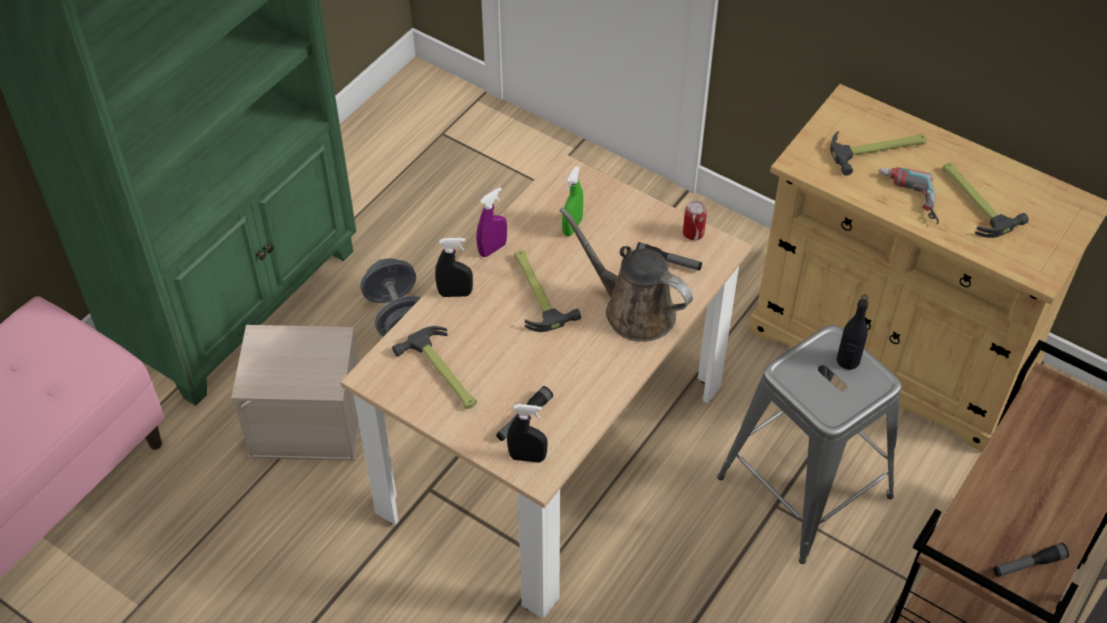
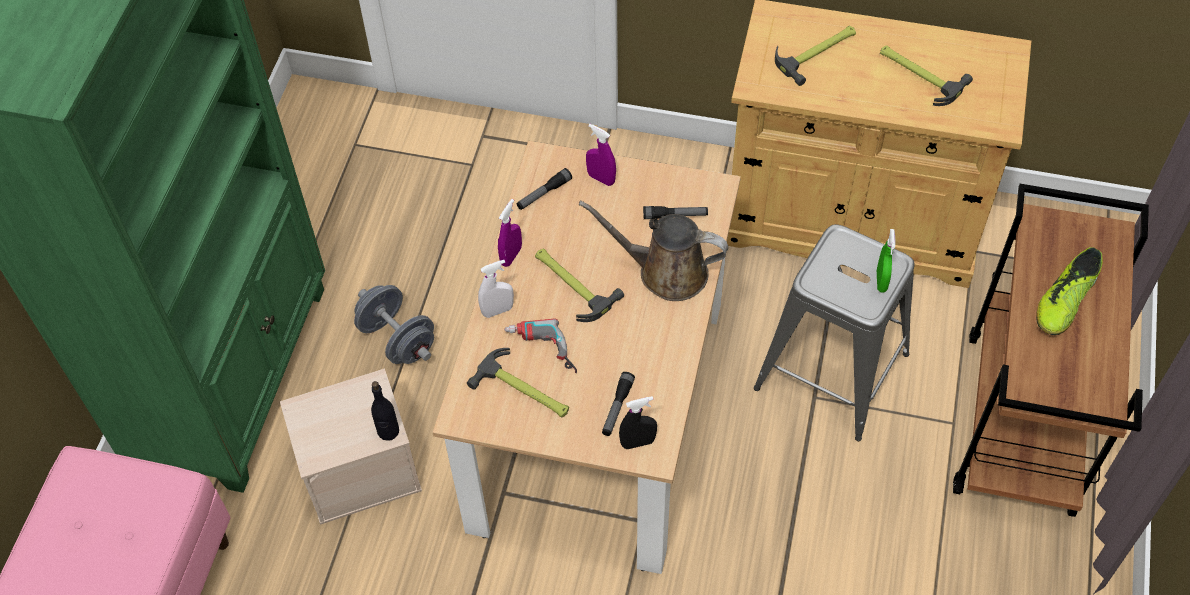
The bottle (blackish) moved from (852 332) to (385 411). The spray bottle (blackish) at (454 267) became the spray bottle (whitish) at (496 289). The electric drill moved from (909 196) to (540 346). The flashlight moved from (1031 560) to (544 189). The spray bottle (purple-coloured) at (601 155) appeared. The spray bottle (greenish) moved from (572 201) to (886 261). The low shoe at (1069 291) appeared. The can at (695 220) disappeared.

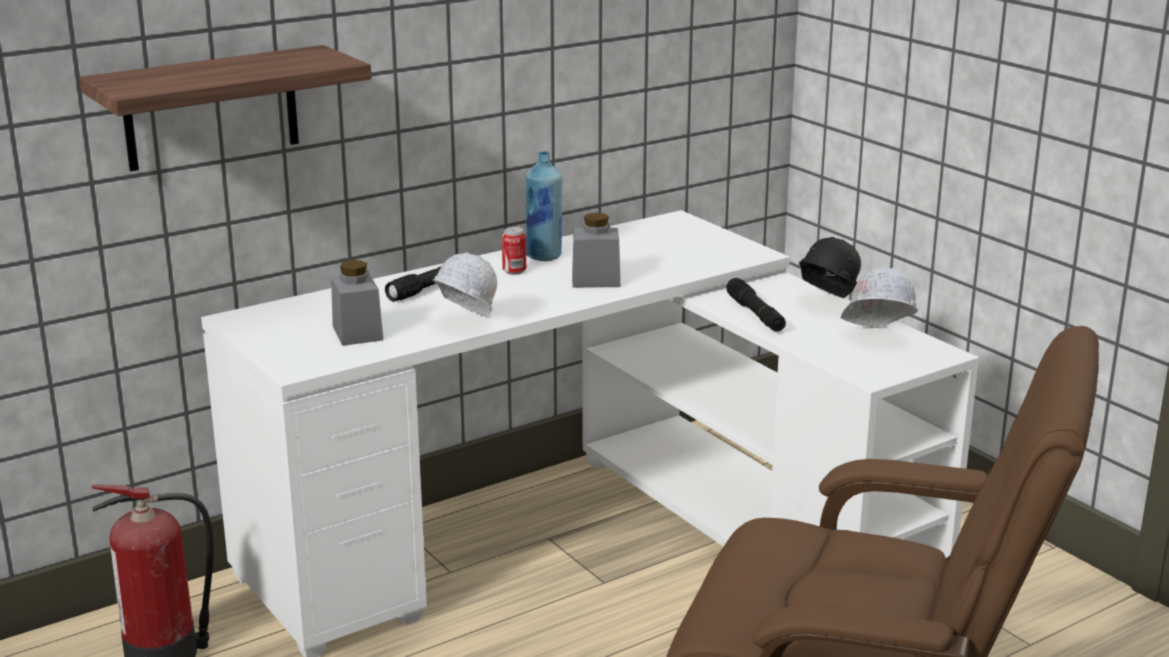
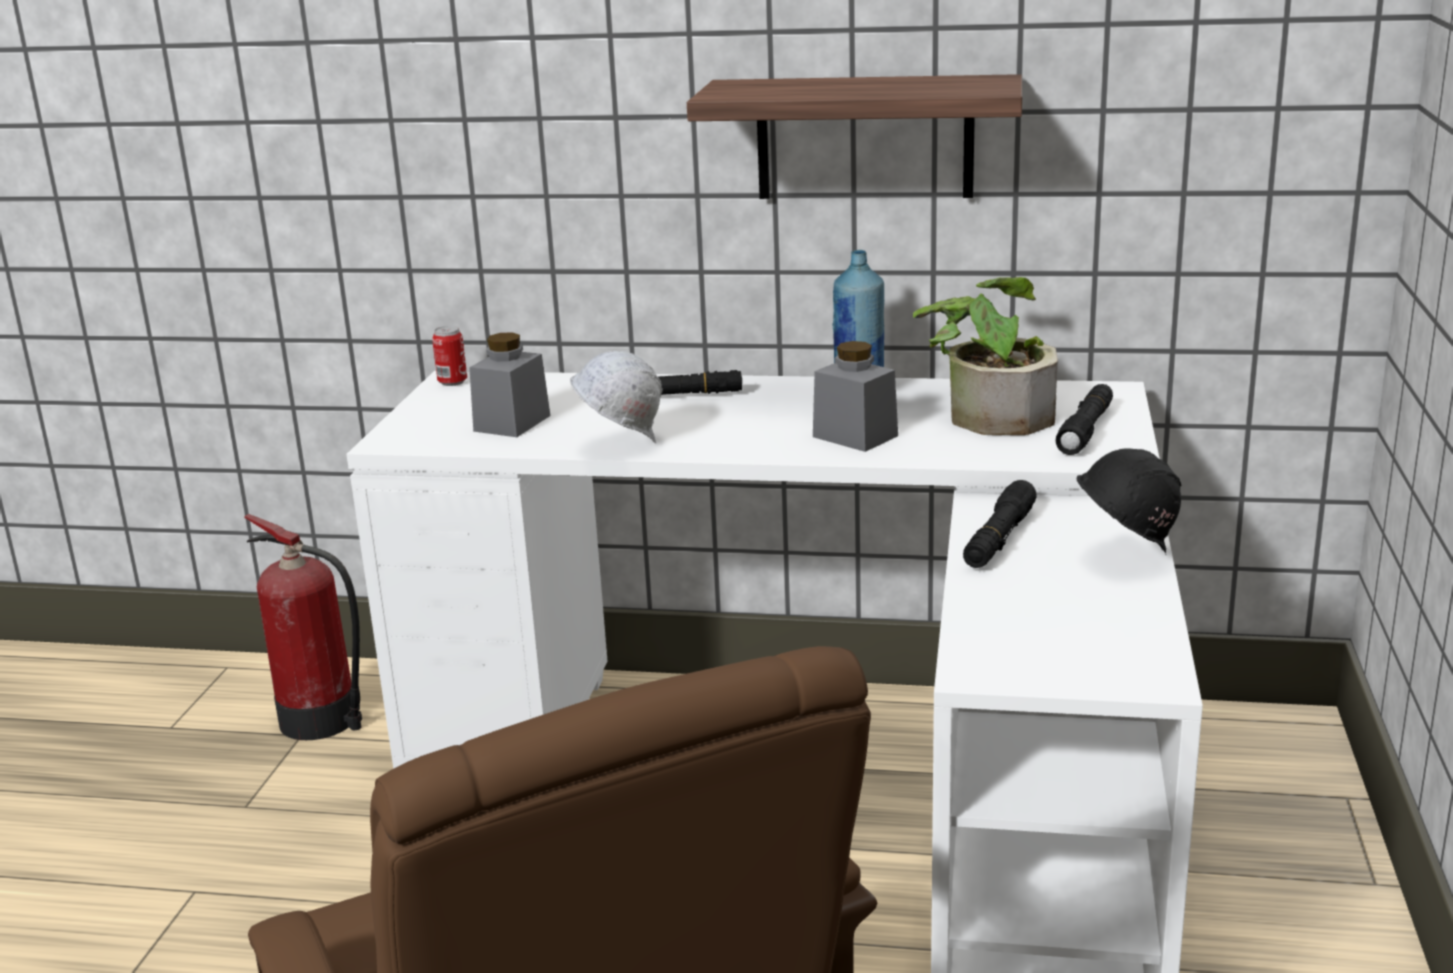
The can moved from (514 251) to (449 356). The bracket shelf moved from (225 108) to (854 136). The houseplant at (985 356) appeared. The flashlight (blackish) at (1084 419) appeared. The safety helmet (whitish) at (879 297) disappeared.

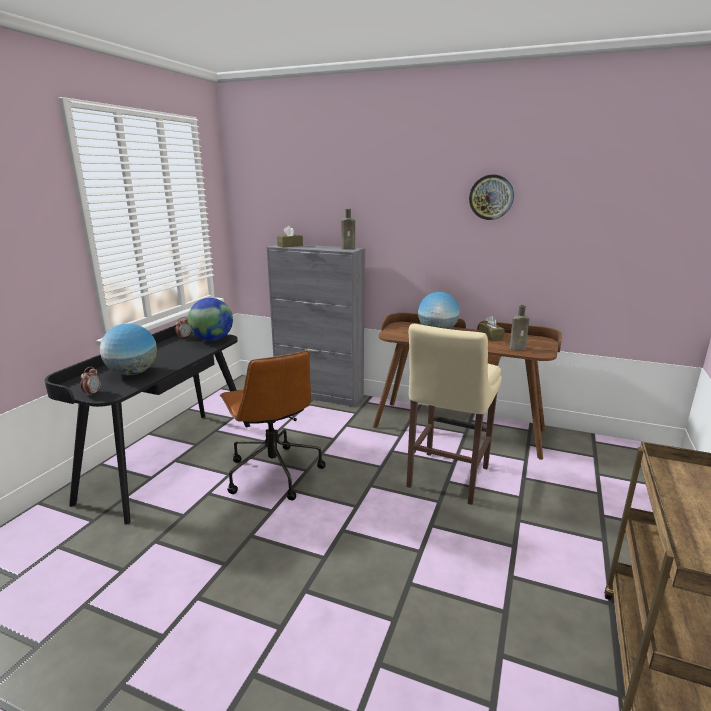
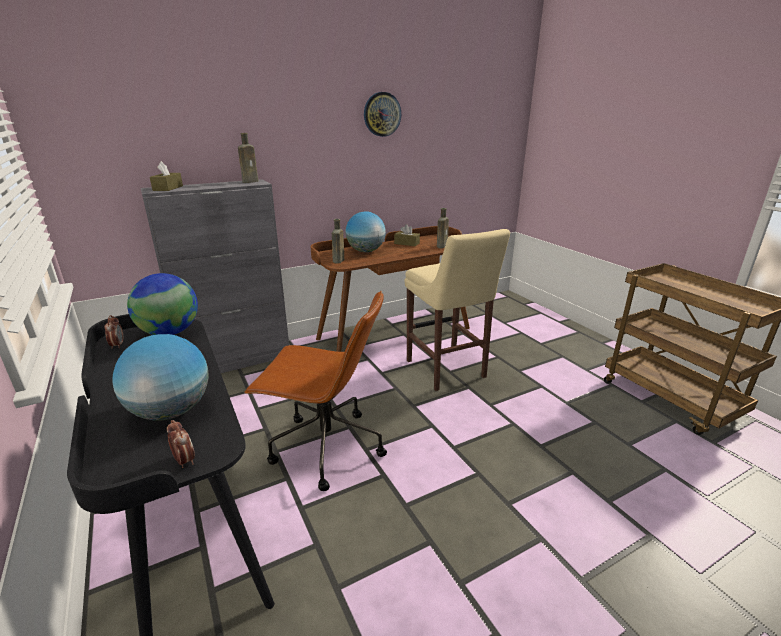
The bottle (brownish) at (338 241) appeared.

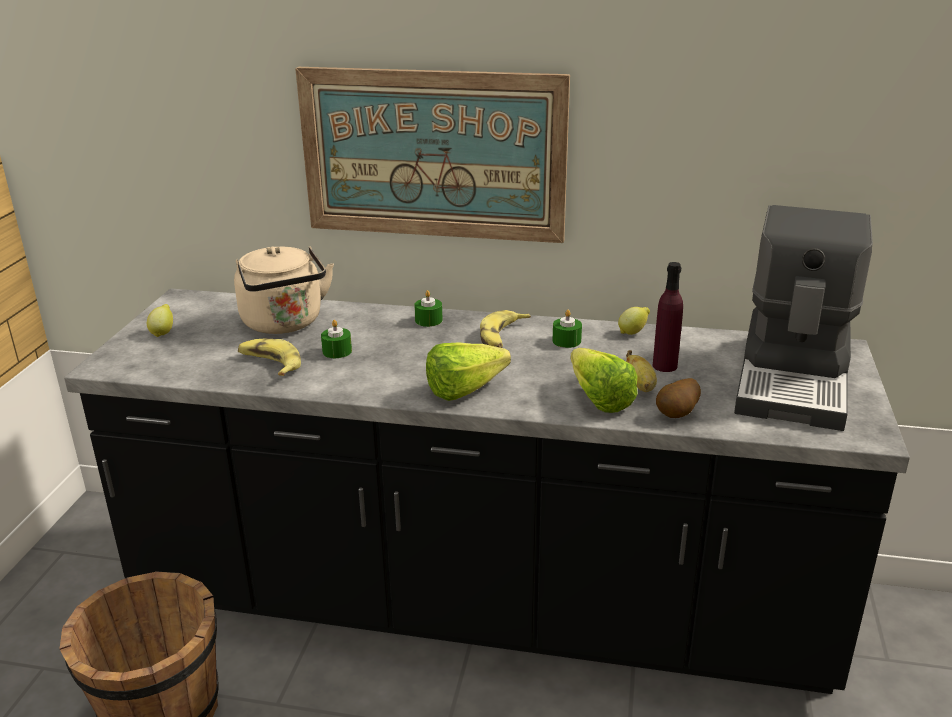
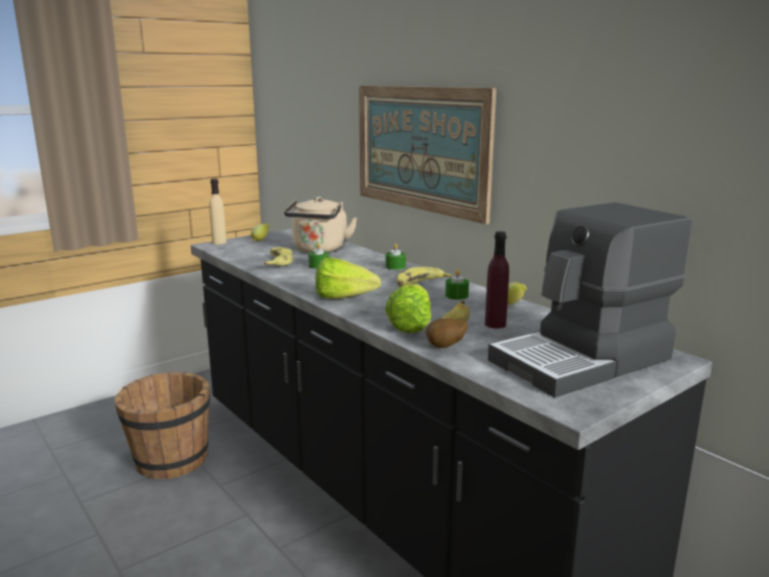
The bottle (beige-coloured) at (218 211) appeared.

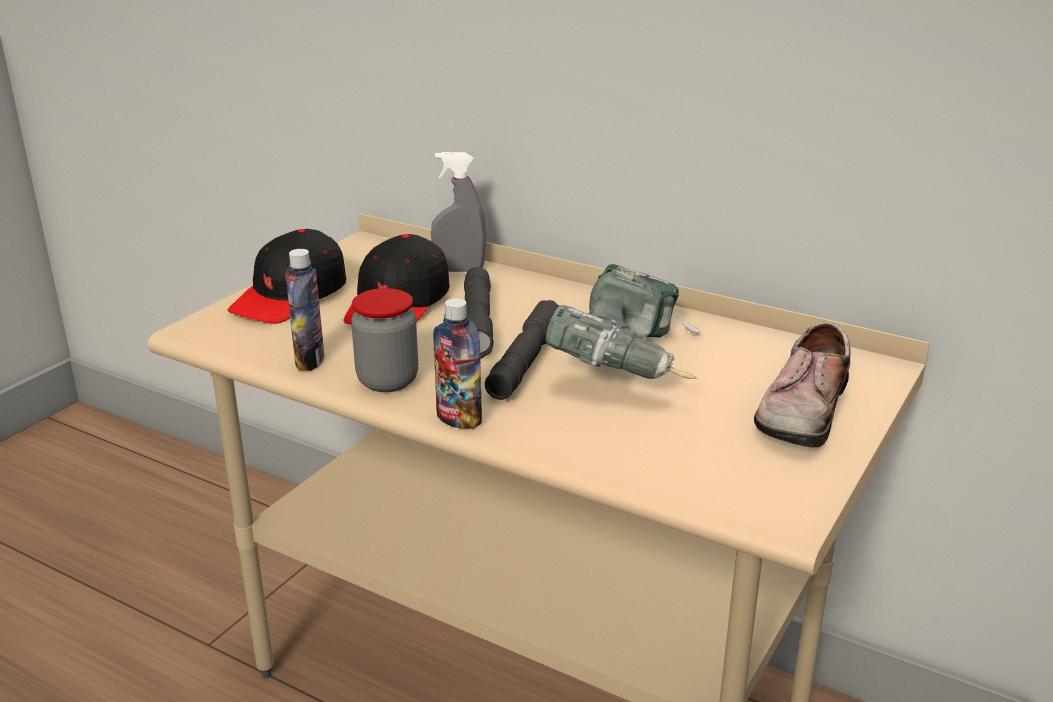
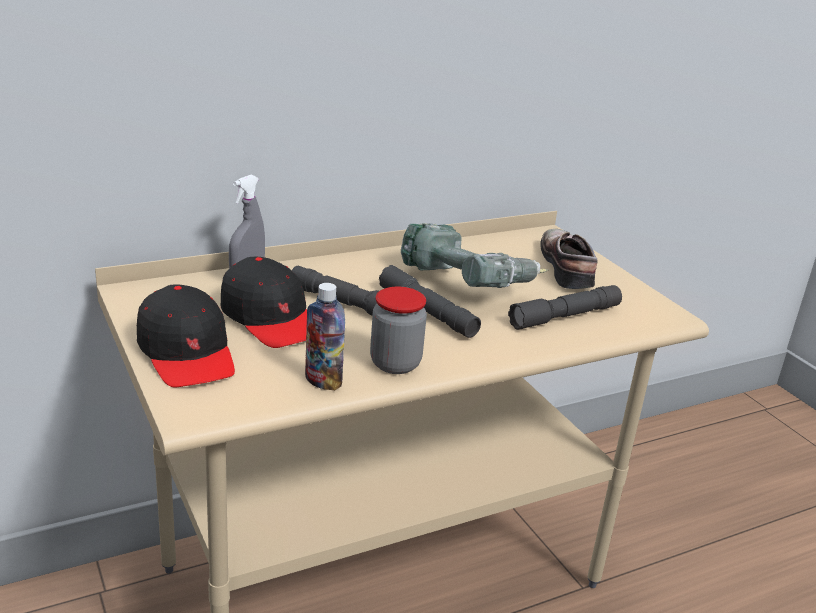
The flashlight (gray) at (565 307) appeared. The low shoe at (802 385) turned 150 degrees counterclockwise. The bottle at (457 363) disappeared.

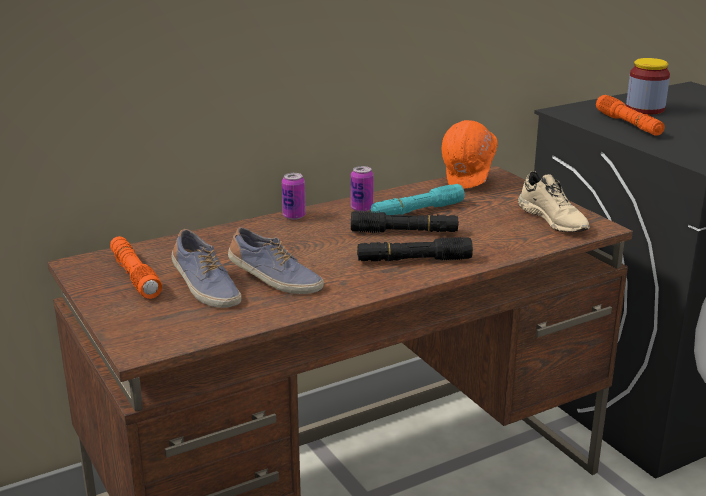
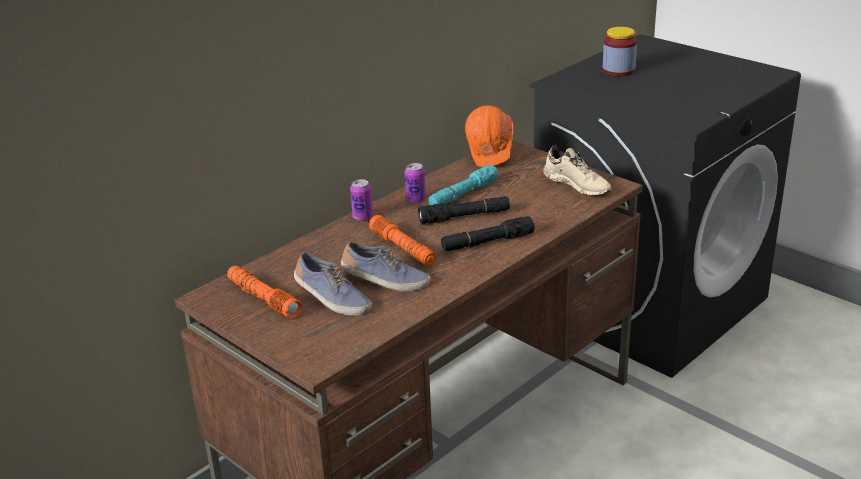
The flashlight (orange) moved from (630 115) to (402 240).

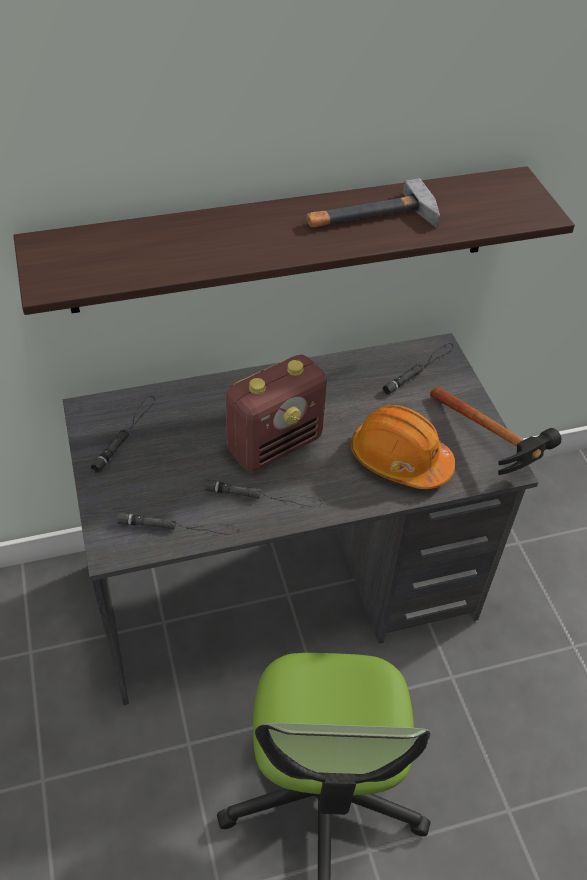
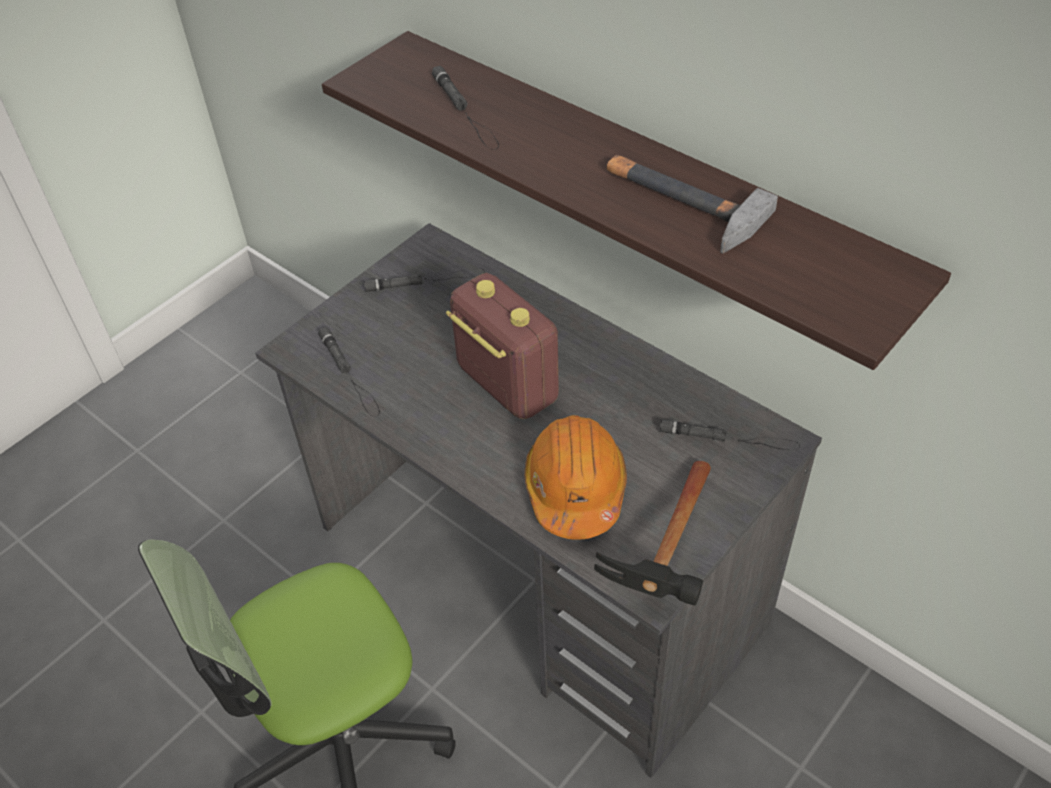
The flashlight (blackish) moved from (263 493) to (465 108). The radio at (276 412) turned 150 degrees counterclockwise.

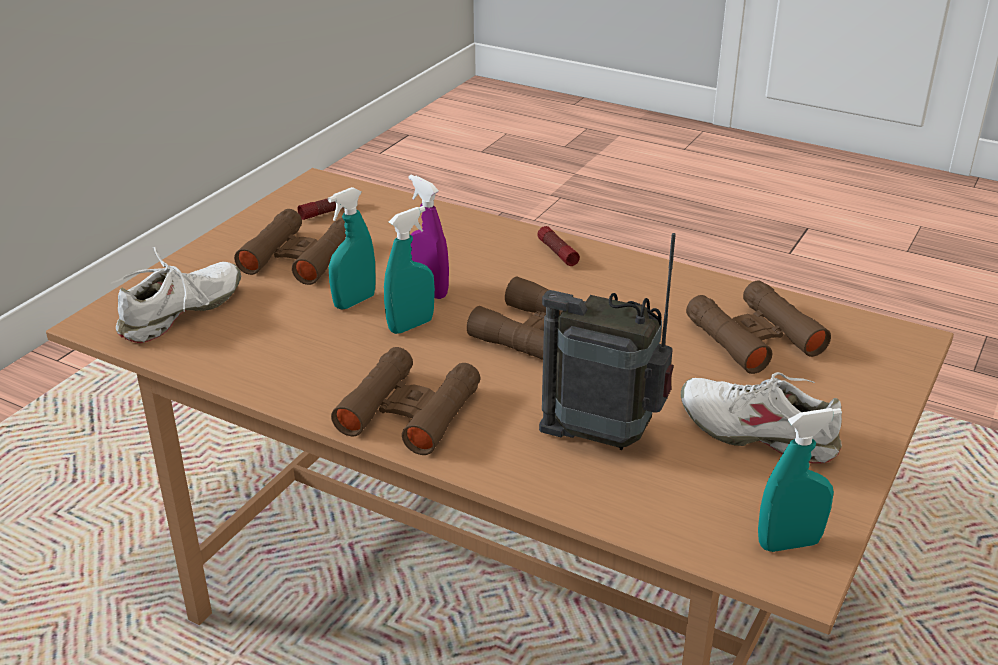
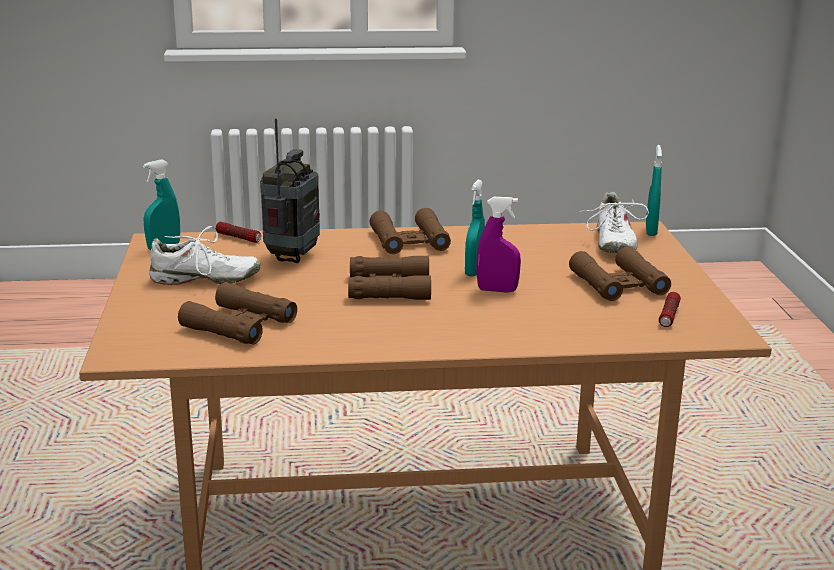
The flashlight moved from (558 246) to (238 232). The radio at (607 341) turned 60 degrees counterclockwise. The spray bottle (turquoise-coloured) moved from (351 248) to (654 190).

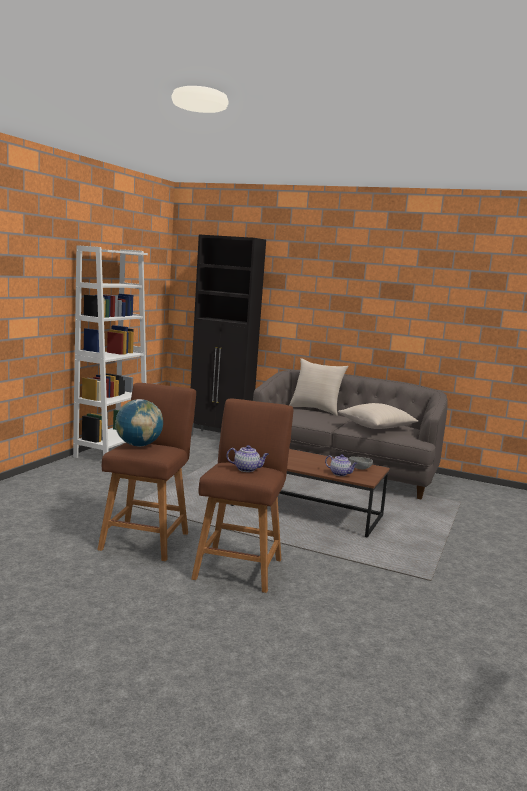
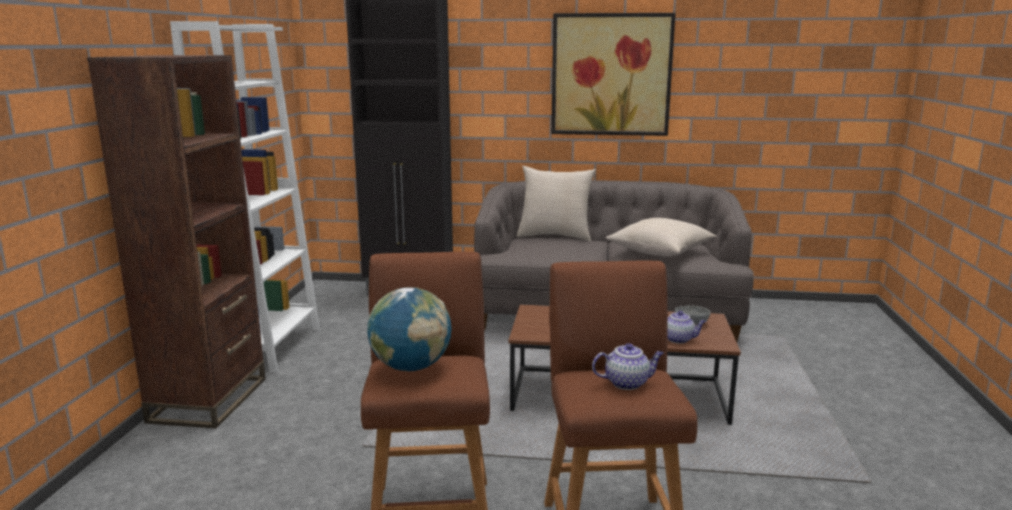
The shelving unit (brownish) at (176 241) appeared. The wall picture at (613 74) appeared.

